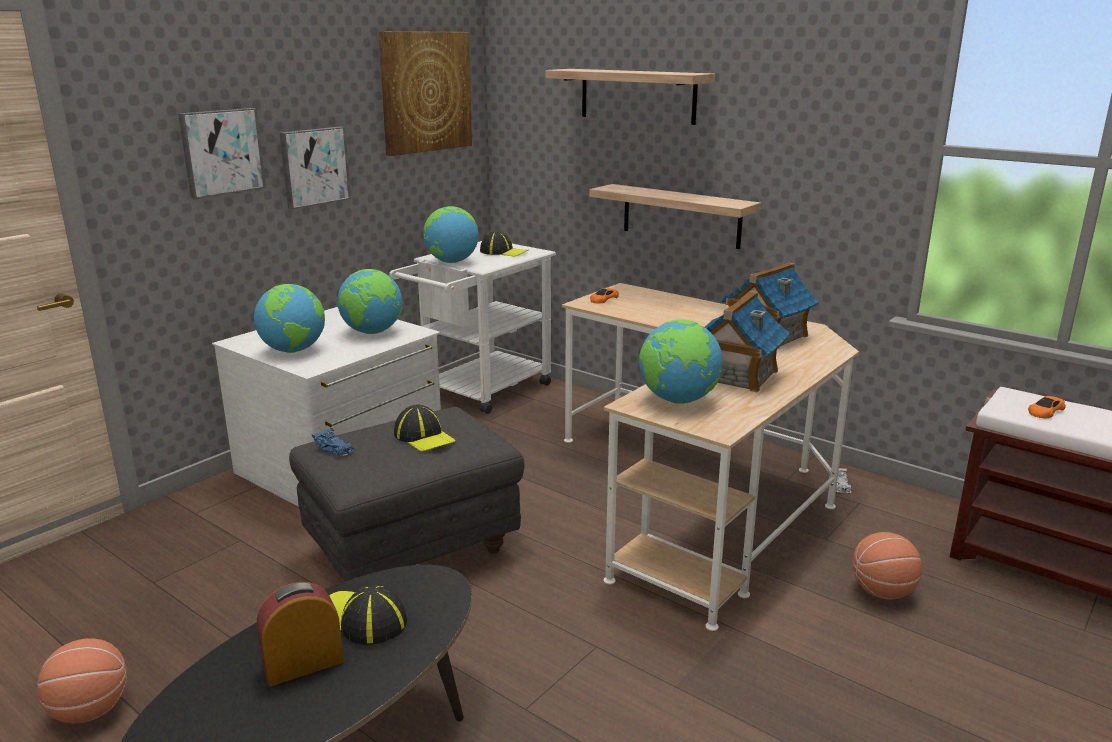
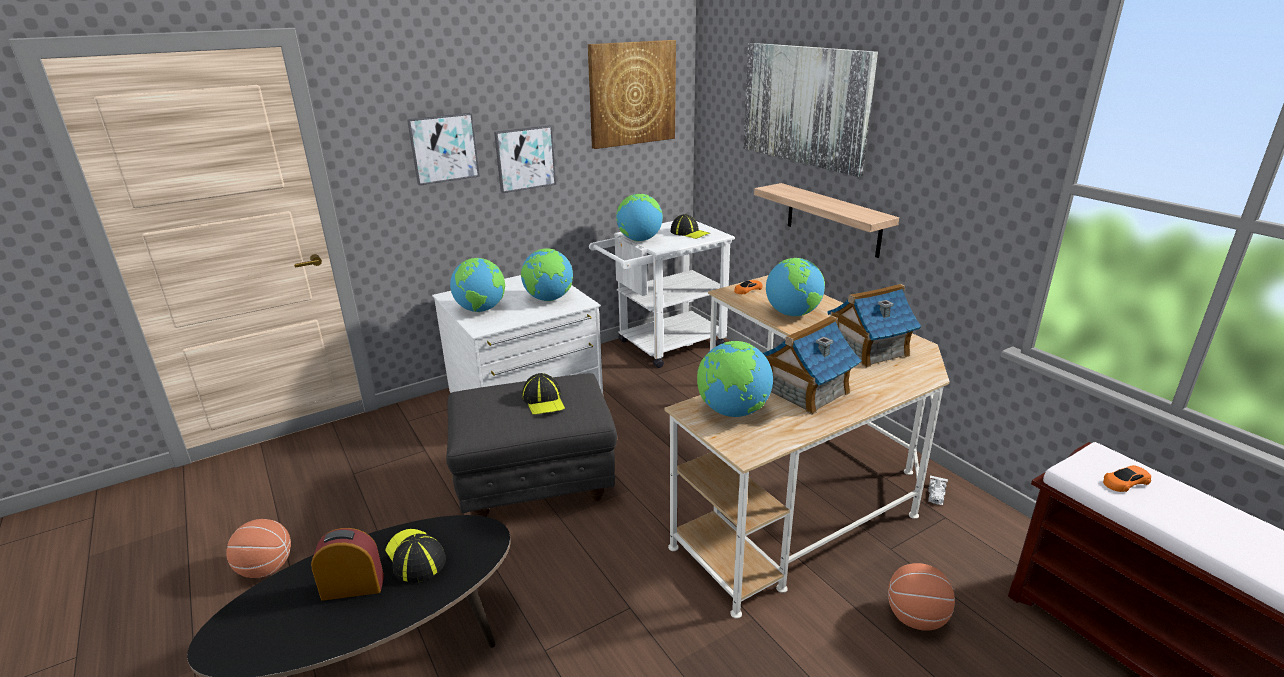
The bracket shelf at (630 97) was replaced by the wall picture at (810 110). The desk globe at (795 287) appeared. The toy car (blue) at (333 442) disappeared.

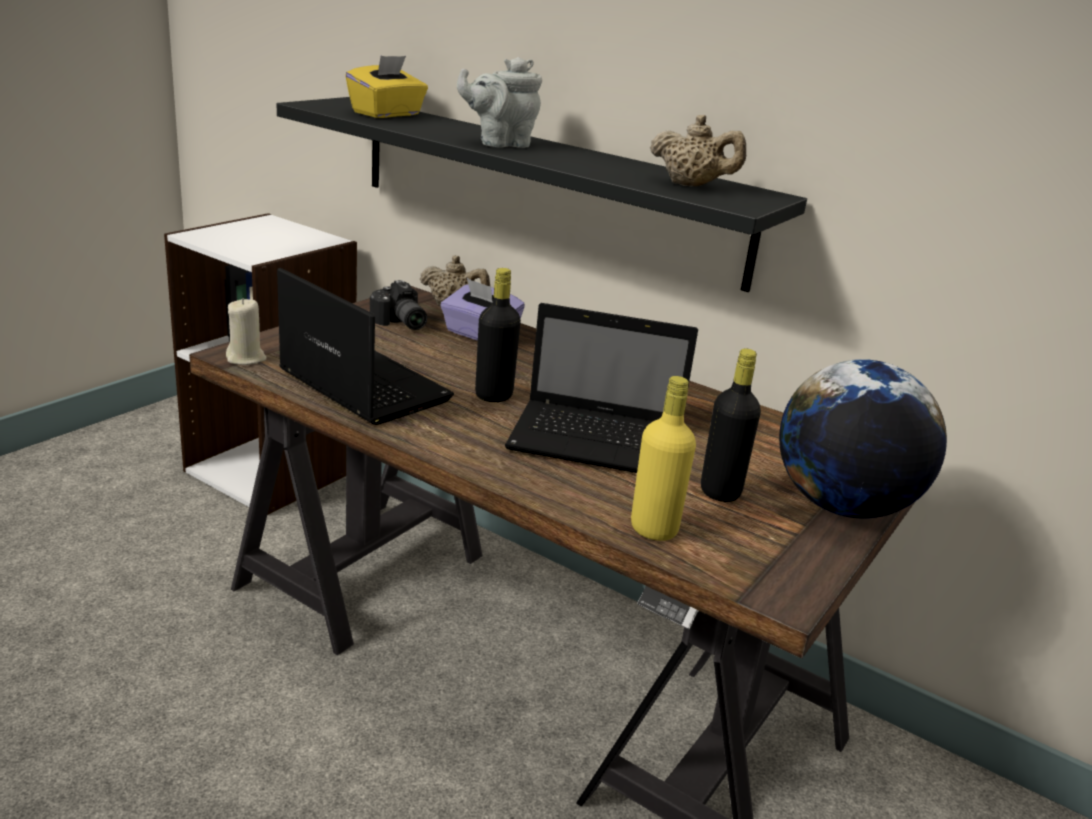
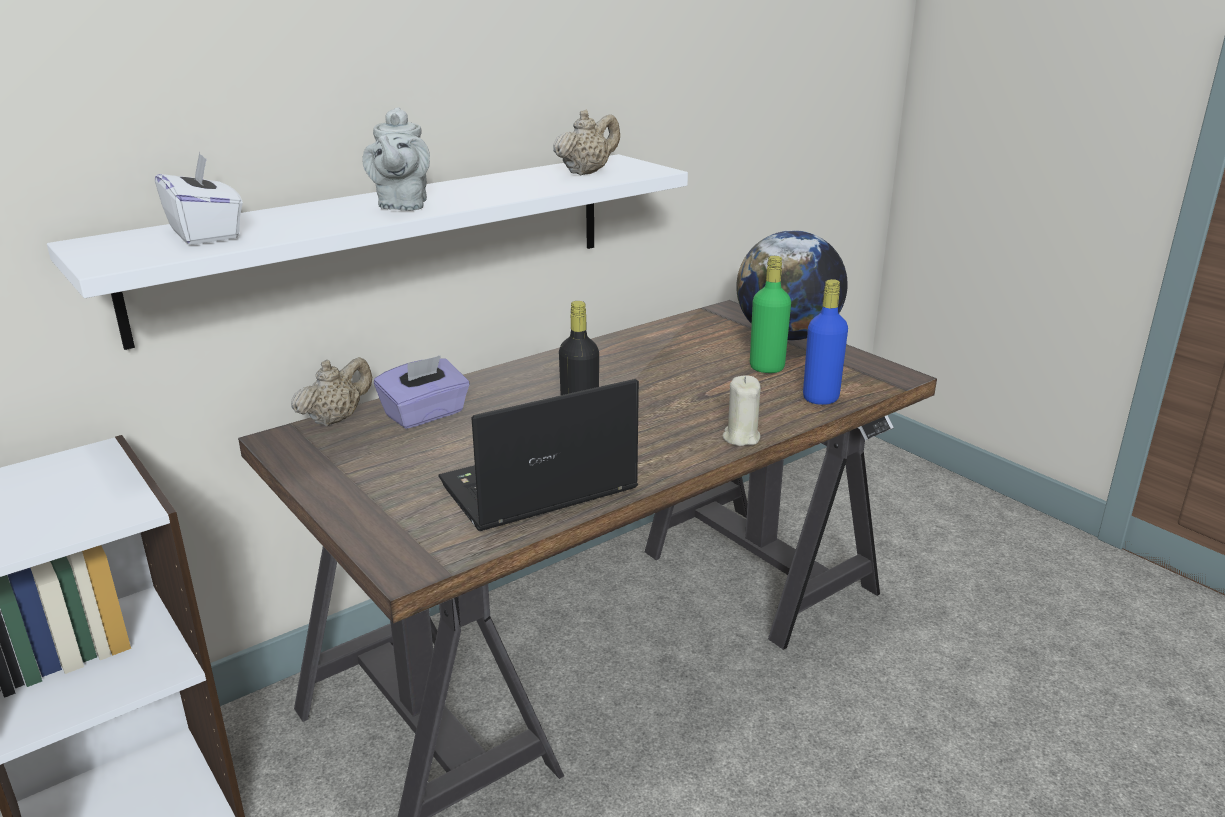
The bracket shelf (blackish) at (542 194) became the bracket shelf (whitish) at (367 252). The box of tissues (yellowish) at (386 87) became the box of tissues (whitish) at (199 198). The wax light (beige-coloured) moved from (246 331) to (742 410). The bottle (blackish) at (731 425) became the bottle (greenish) at (770 314). The bottle (yellowish) at (663 458) became the bottle (blue) at (825 342). The still camera at (398 305) disappeared. The notebook computer at (601 388) disappeared.

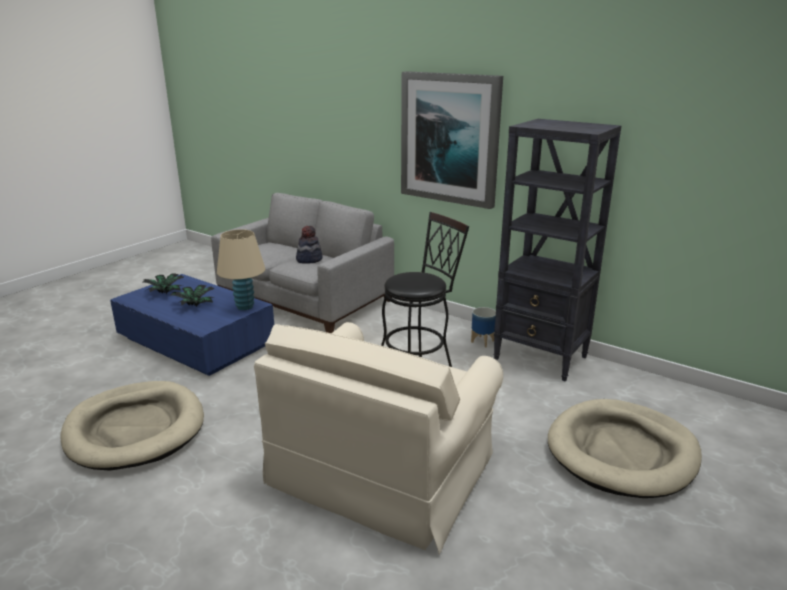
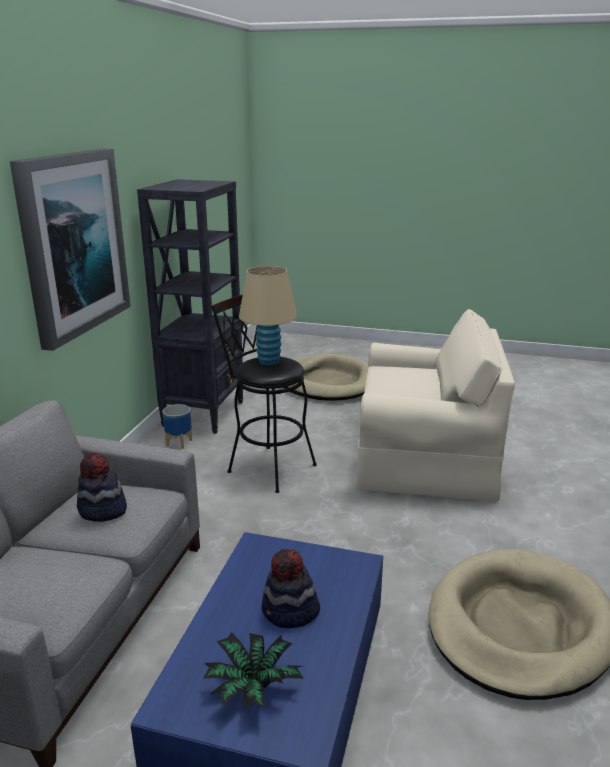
The table lamp (beige-coloured) moved from (241 269) to (268 315). The houseplant at (193 296) was replaced by the clothing hat at (290 588).

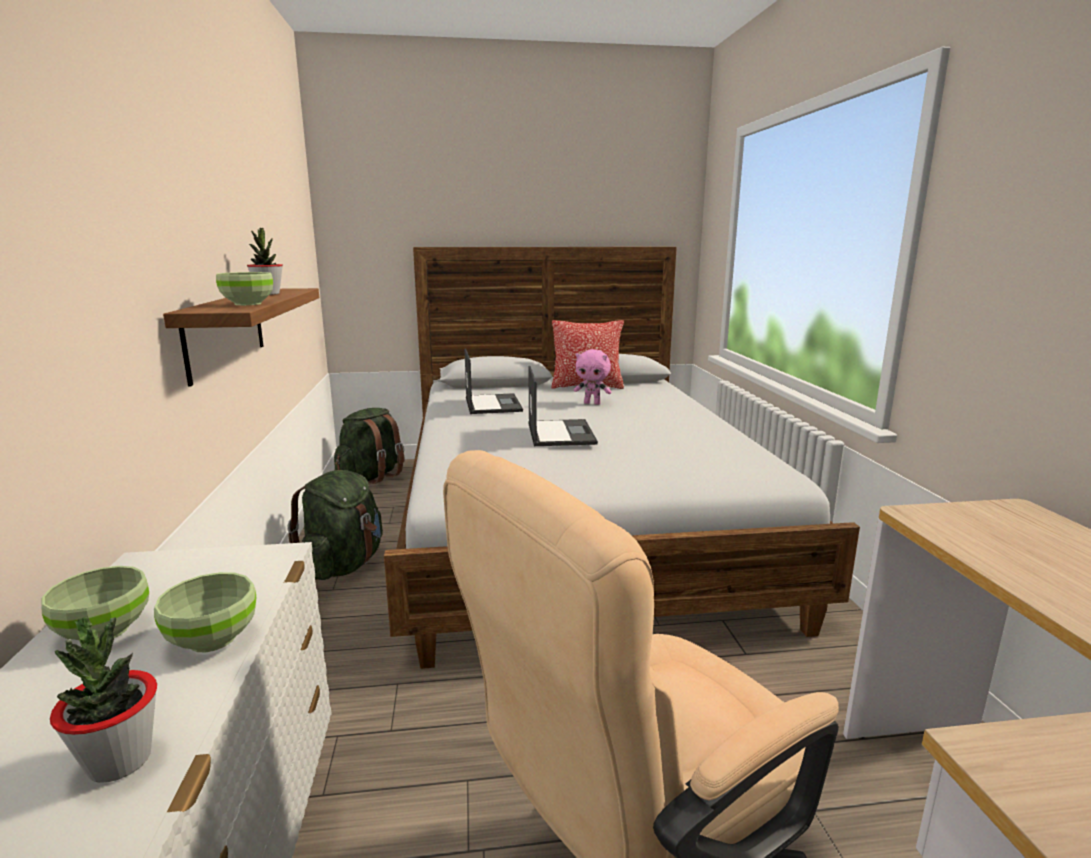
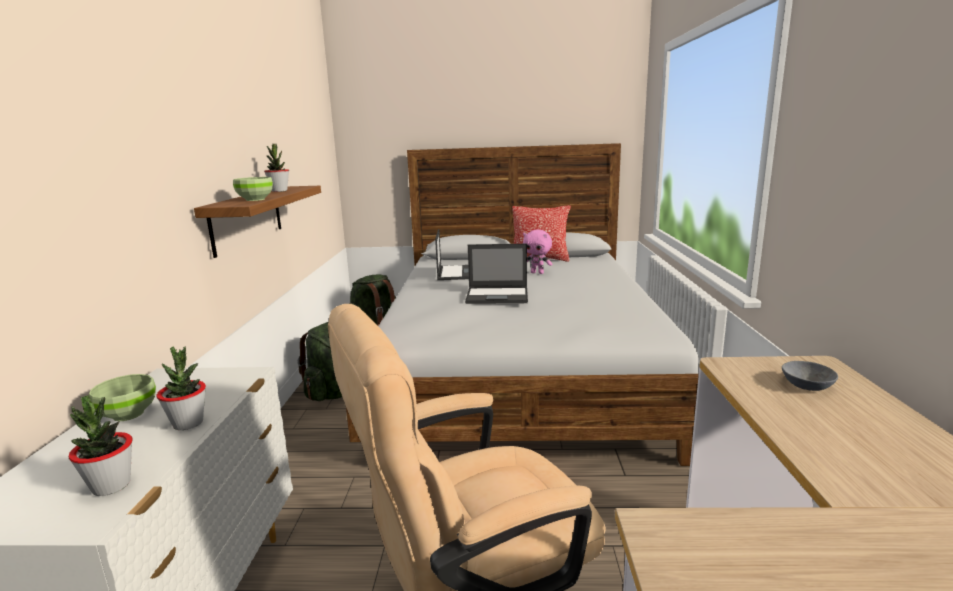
The bowl (greenish) at (205 612) was replaced by the houseplant at (181 388). The notebook computer at (563 406) turned 90 degrees clockwise. The bowl (gray) at (810 376) appeared.

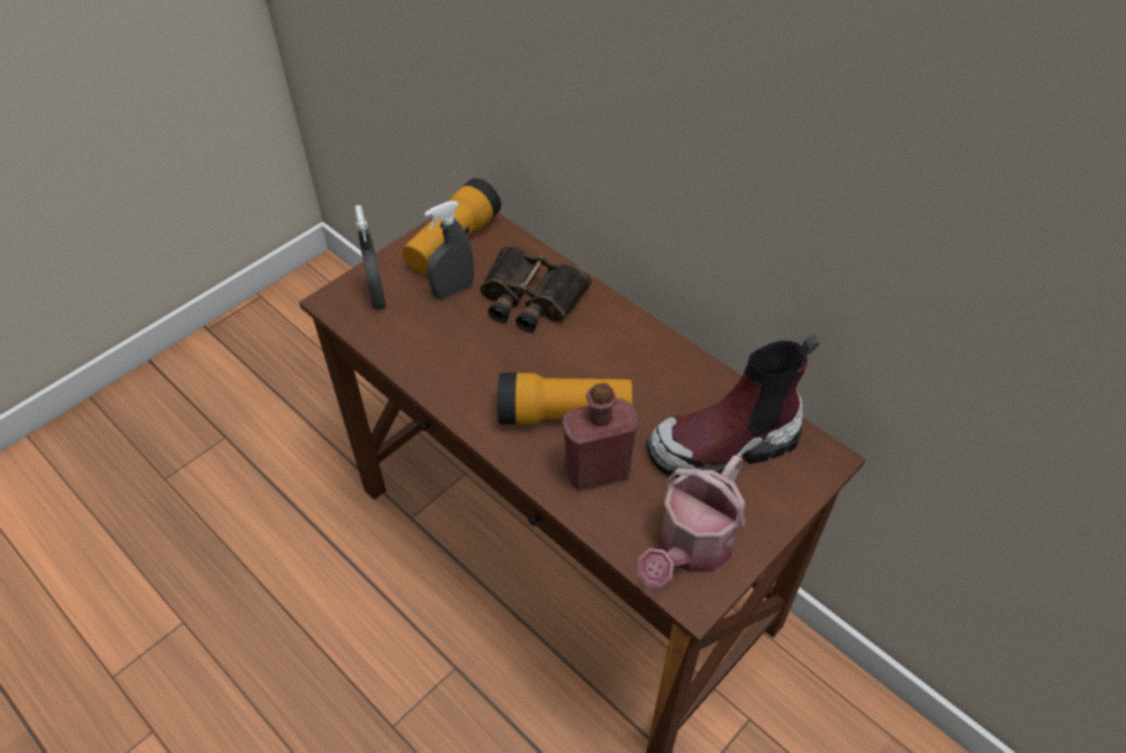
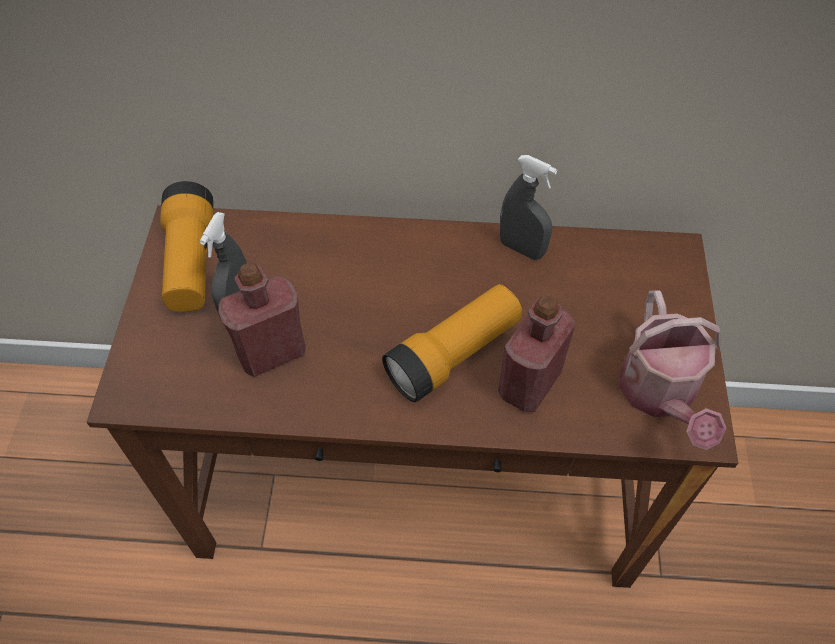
The bottle (red-coloured) at (262 320) appeared. The spray bottle (gray) moved from (370 257) to (528 207). The pair of binoculars at (536 288) disappeared. The high-top boot at (733 406) disappeared.

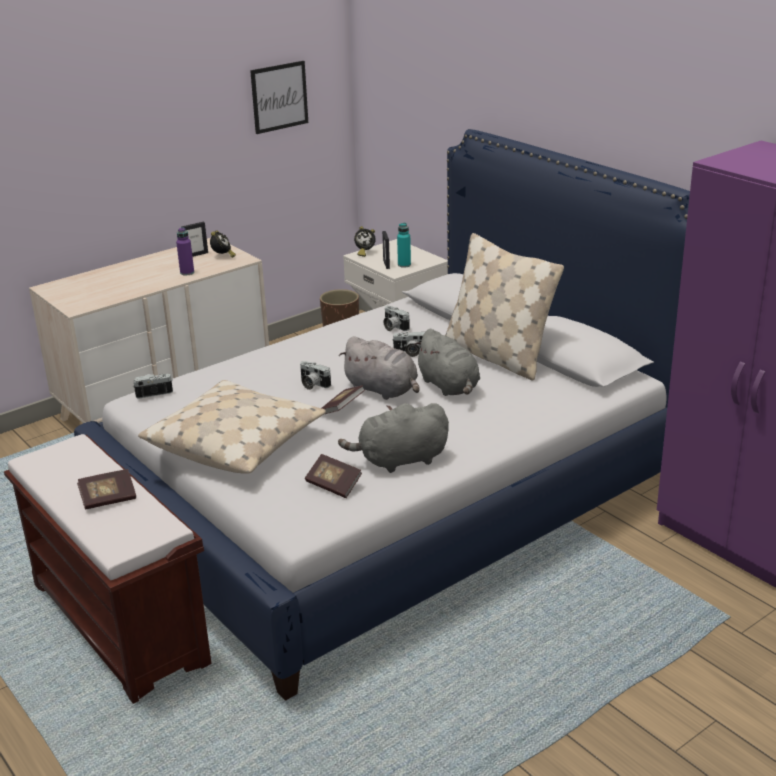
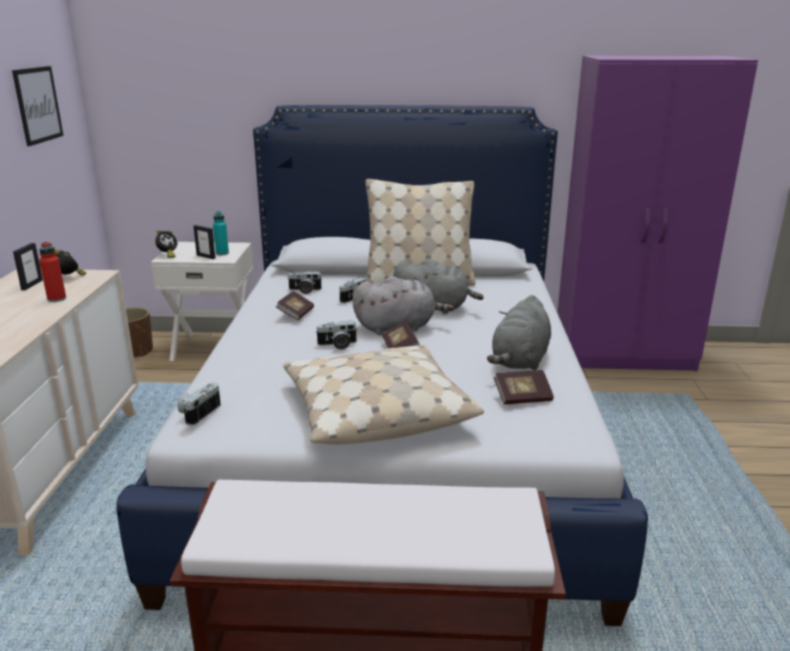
The bottle (purple-coloured) at (185 251) became the bottle (red-coloured) at (52 272). The bound book moved from (106 489) to (295 305).

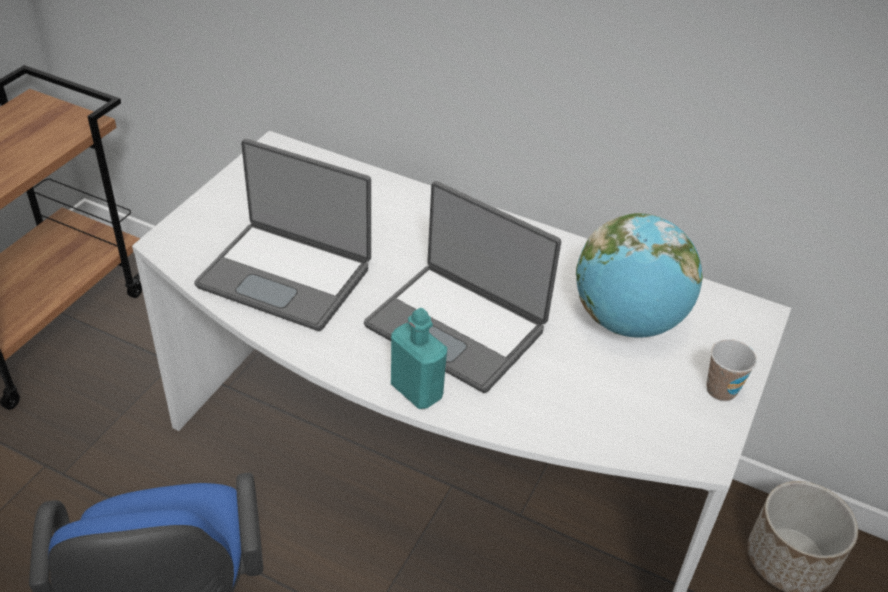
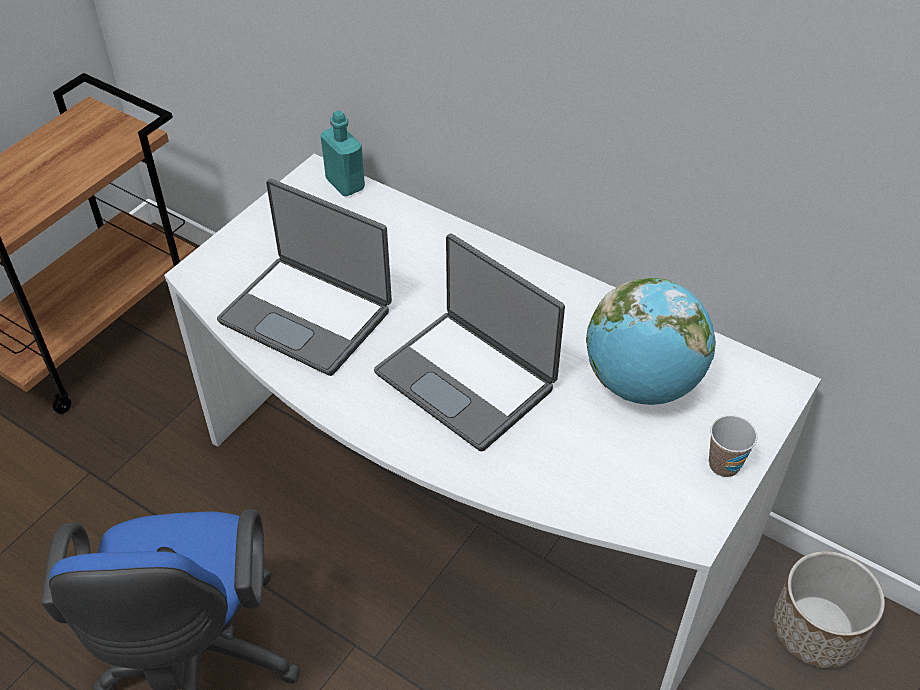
The bottle (turquoise-coloured) moved from (419 358) to (343 153).

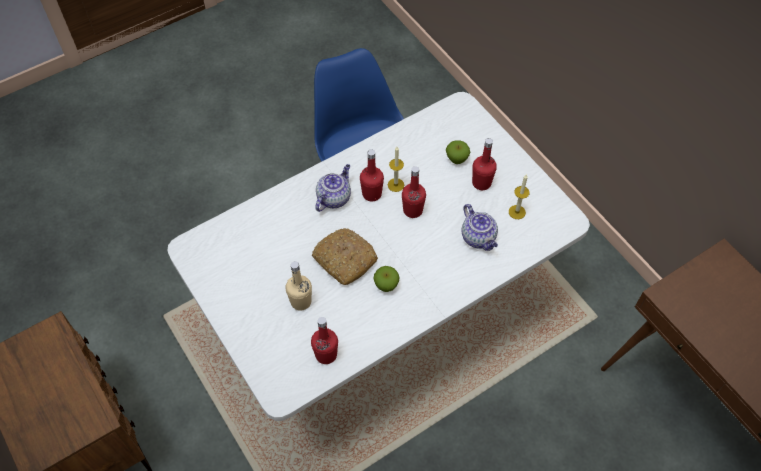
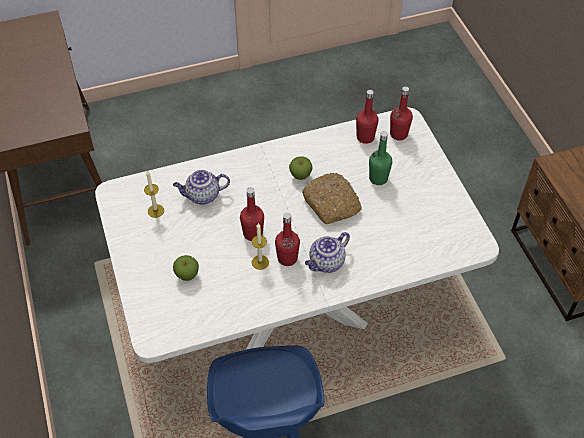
The tea pot at (479 227) turned 90 degrees counterclockwise. The bottle (beige-coloured) at (299 286) became the bottle (greenish) at (380 158). The bottle (red-coloured) moved from (484 164) to (401 113).

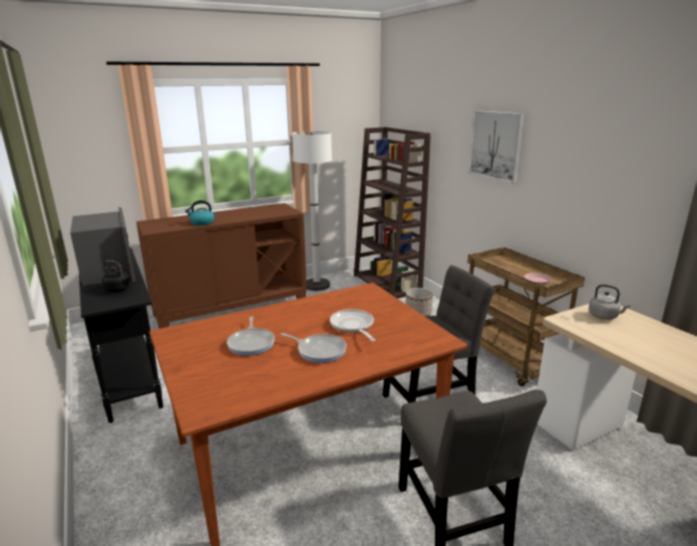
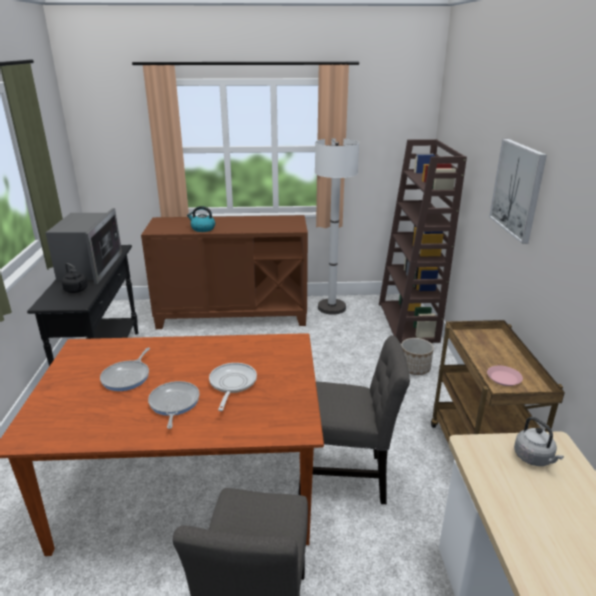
The skillet at (314 348) turned 150 degrees counterclockwise.

